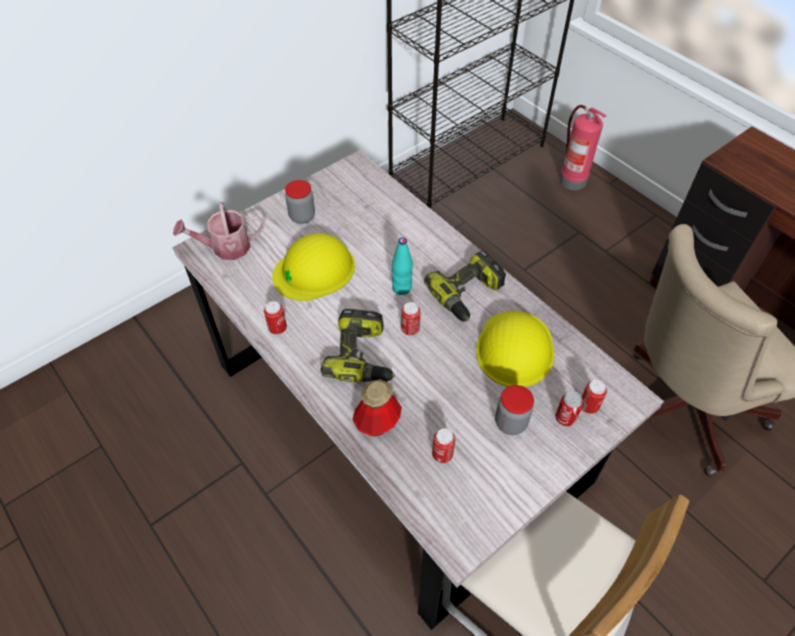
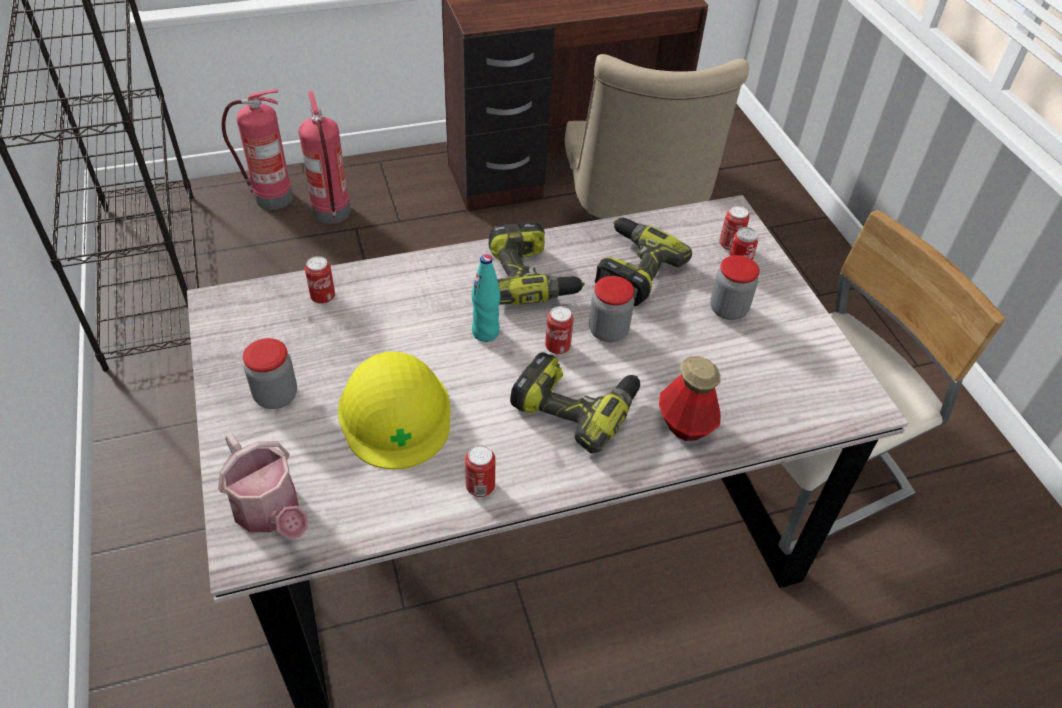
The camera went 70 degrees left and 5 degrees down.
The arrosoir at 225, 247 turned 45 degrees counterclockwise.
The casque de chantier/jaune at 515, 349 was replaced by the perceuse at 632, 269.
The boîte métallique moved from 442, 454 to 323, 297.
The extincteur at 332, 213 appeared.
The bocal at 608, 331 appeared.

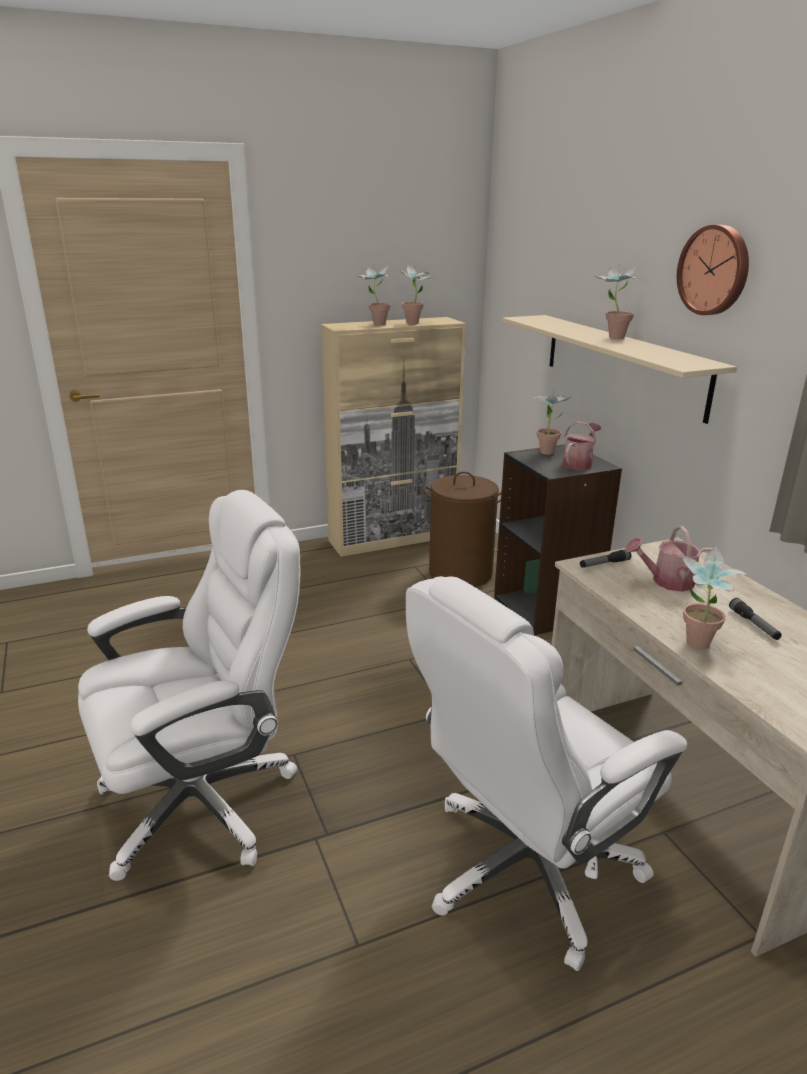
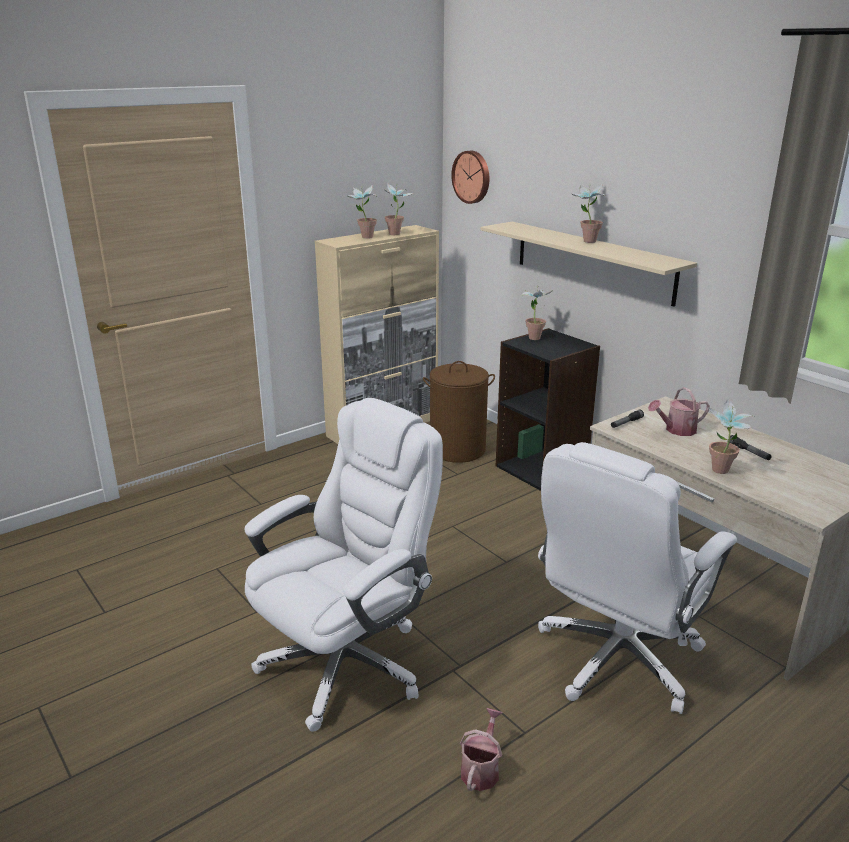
The camera went 15 degrees left and 0 degrees up.
The horloge murale moved from 715, 270 to 472, 177.
The arrosoir moved from 579, 463 to 481, 769.

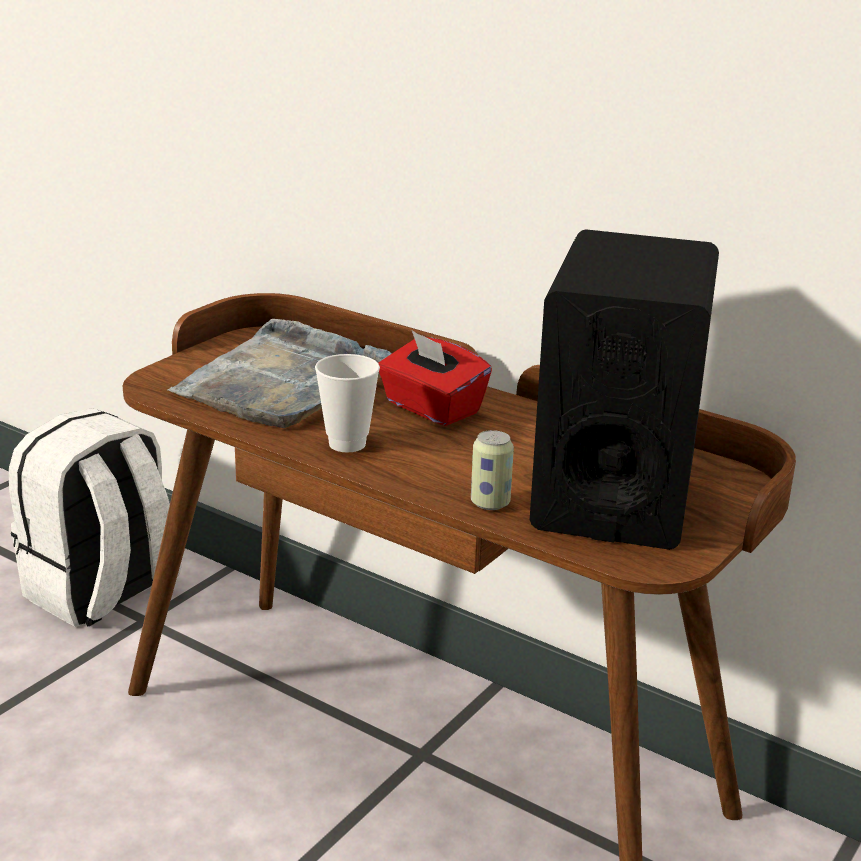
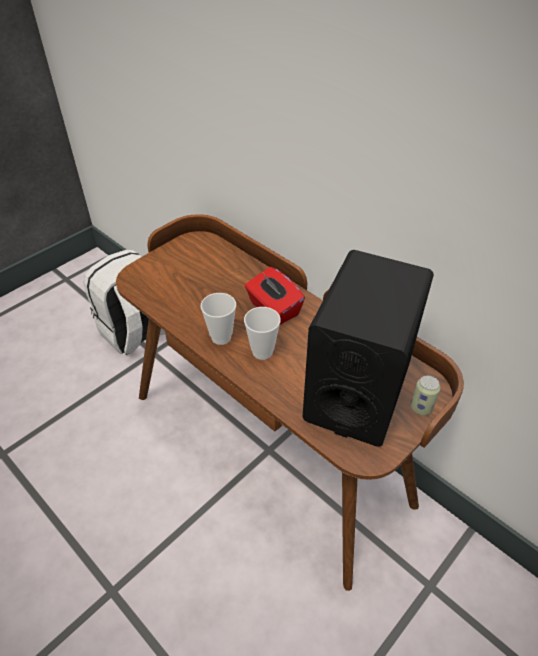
The camera went 10 degrees right and 20 degrees up.
The plateau/gris at 284, 382 disappeared.
The boîte métallique moved from 490, 503 to 421, 408.
The tasse at 262, 352 appeared.

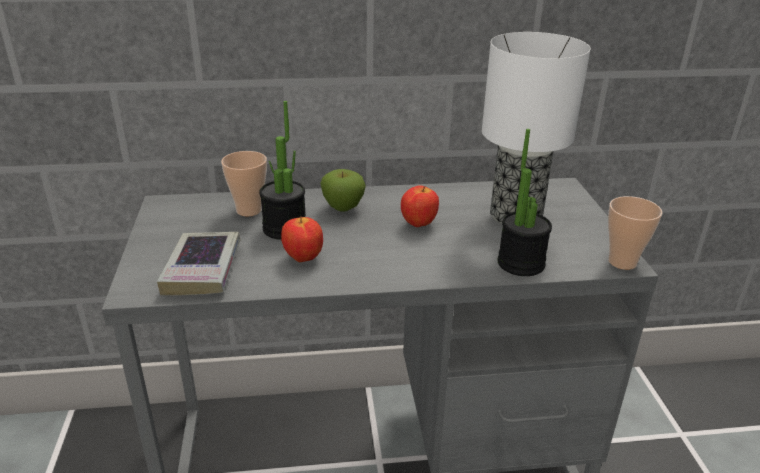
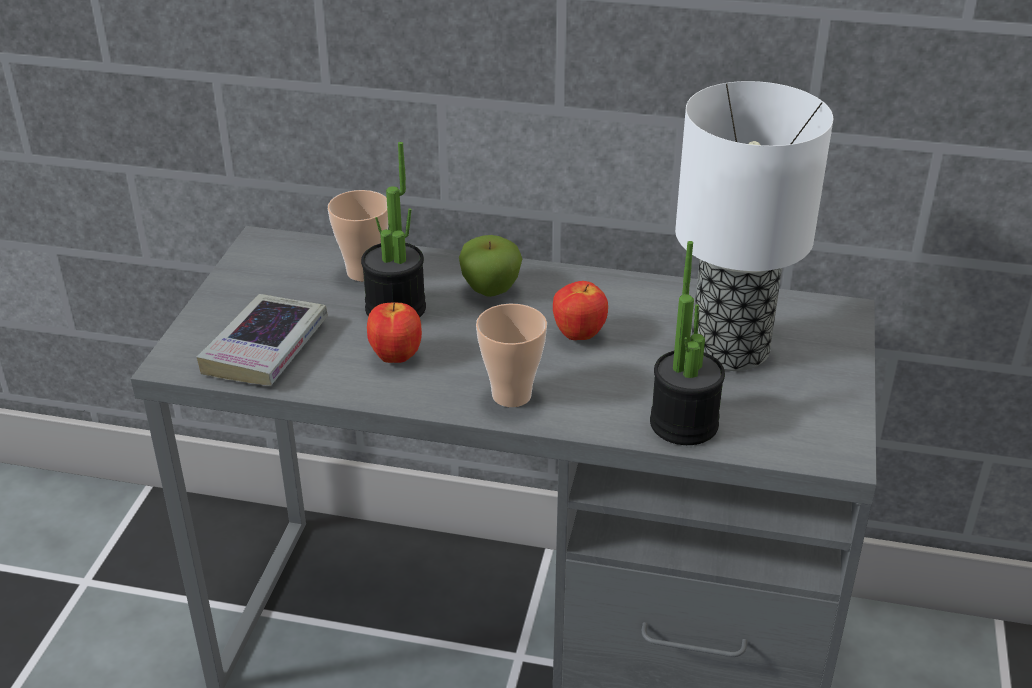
The camera went 20 degrees right and 5 degrees up.
The tasse moved from 622, 262 to 511, 395.

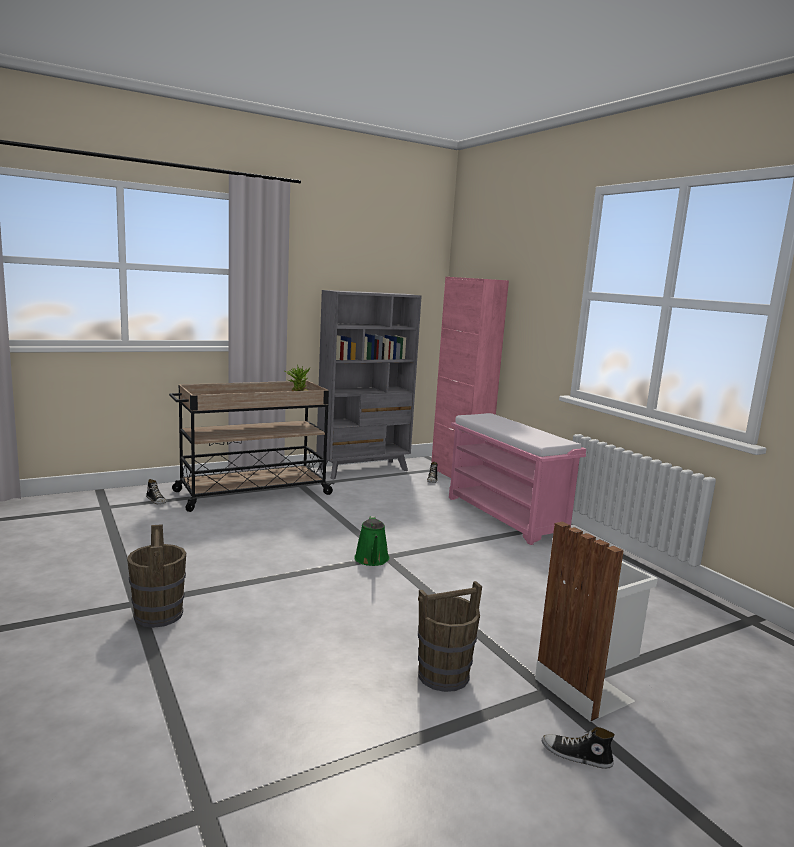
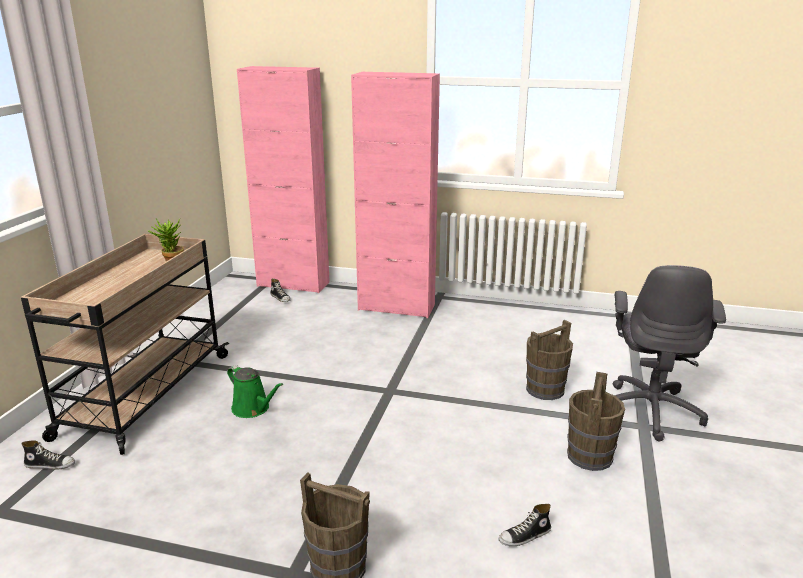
The camera went 45 degrees left and 10 degrees up.
The bibliothèque/gris at 364, 470 disappeared.
The banc/rose at 506, 516 was replaced by the meuble de rangement/rose at 396, 307.
The arrosoir/vert moved from 372, 560 to 253, 409.
The poubelle/blanc at 586, 688 was replaced by the chaise de bureau/gris at 651, 410.
The chaussure moved from 576, 756 to 525, 536.
The seau/marron at 544, 390 appeared.

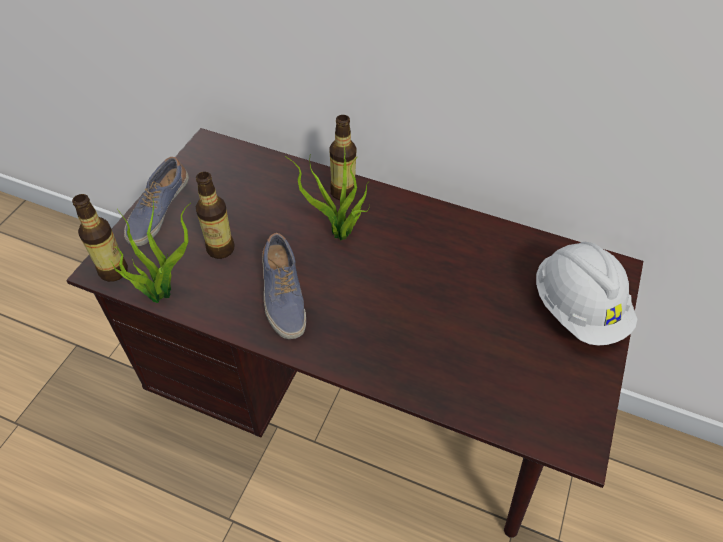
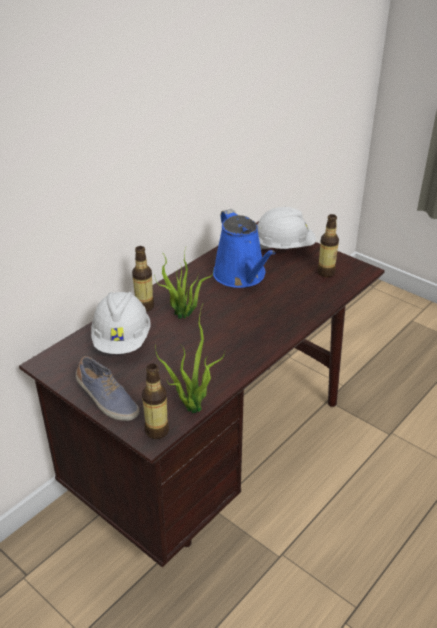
The camera went 70 degrees left and 15 degrees down.
The bouteille moved from 220, 249 to 326, 272.
The chaussure at 282, 296 disappeared.
The arrosoir/bleu at 241, 276 appeared.
The casque de chantier/blanc at 122, 340 appeared.

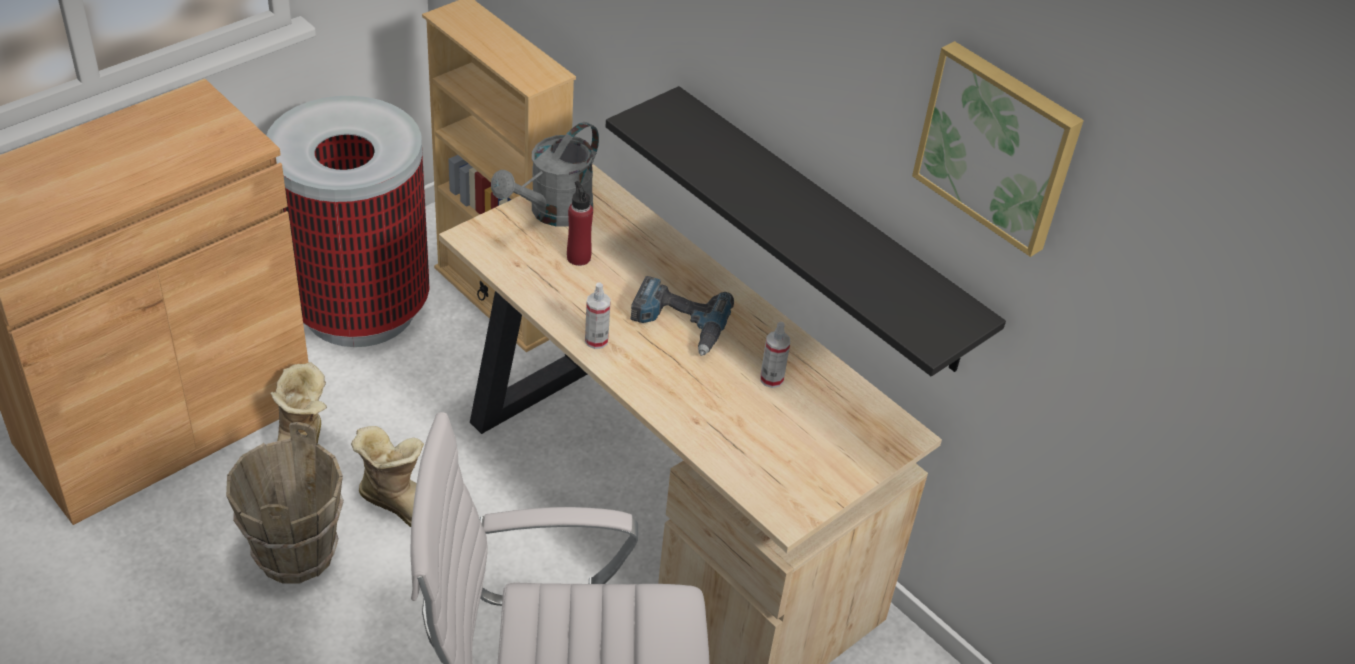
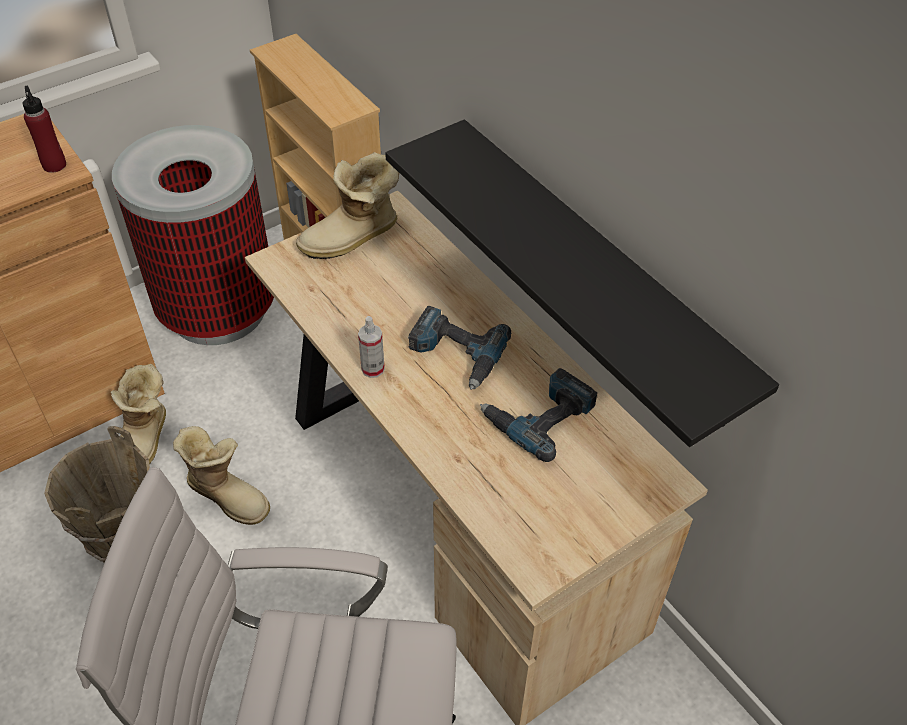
The camera went 10 degrees right and 5 degrees up.
The tableau at 999, 146 disappeared.
The arrosoir/gris at 553, 213 was replaced by the botte at 354, 239.
The bouteille/rouge moved from 578, 257 to 54, 165.
The vaporisateur at 771, 379 was replaced by the perceuse at 539, 416.

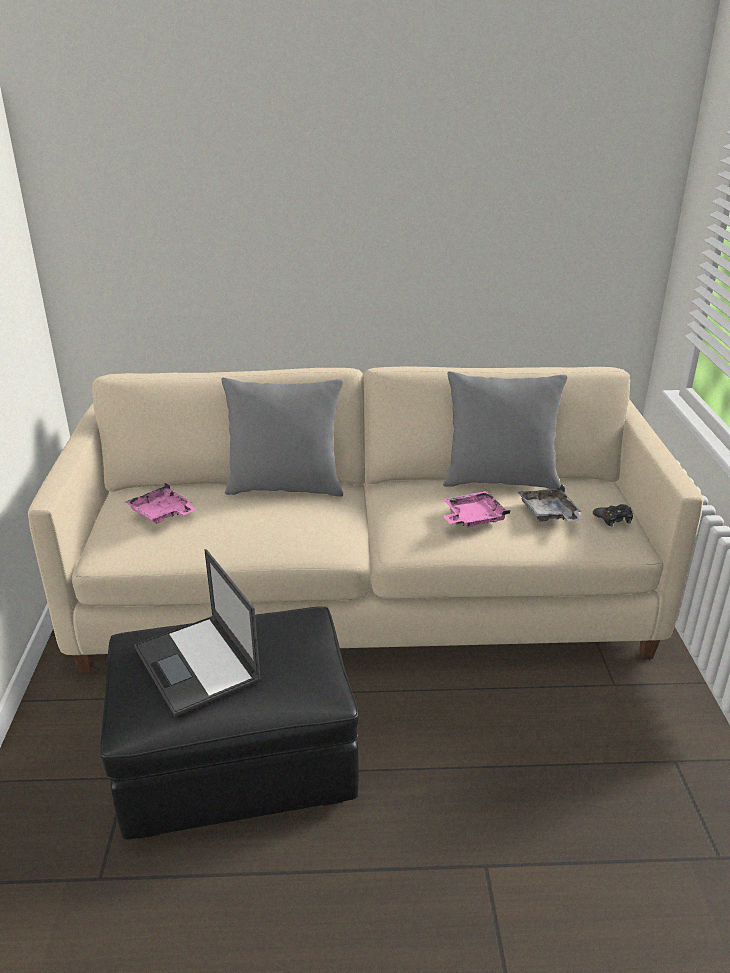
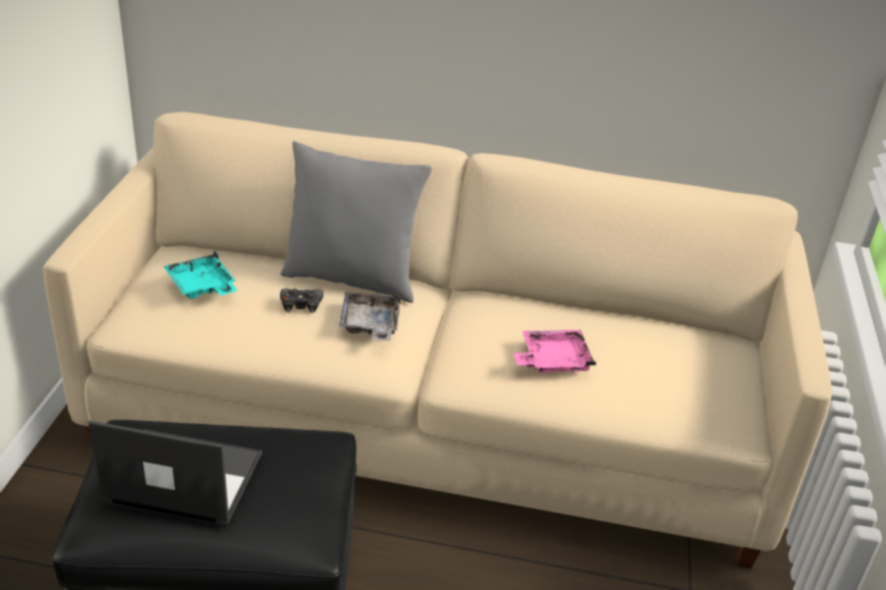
The camera went 10 degrees right and 5 degrees up.
The coussin/gris at 500, 480 disappeared.
The plateau/rose at 162, 513 became the plateau/turquoise at 202, 287.
The plateau/gris moved from 549, 514 to 370, 325.
The manette/noir moved from 614, 519 to 301, 305.
The ordinateur portable at 198, 665 turned 120 degrees clockwise.

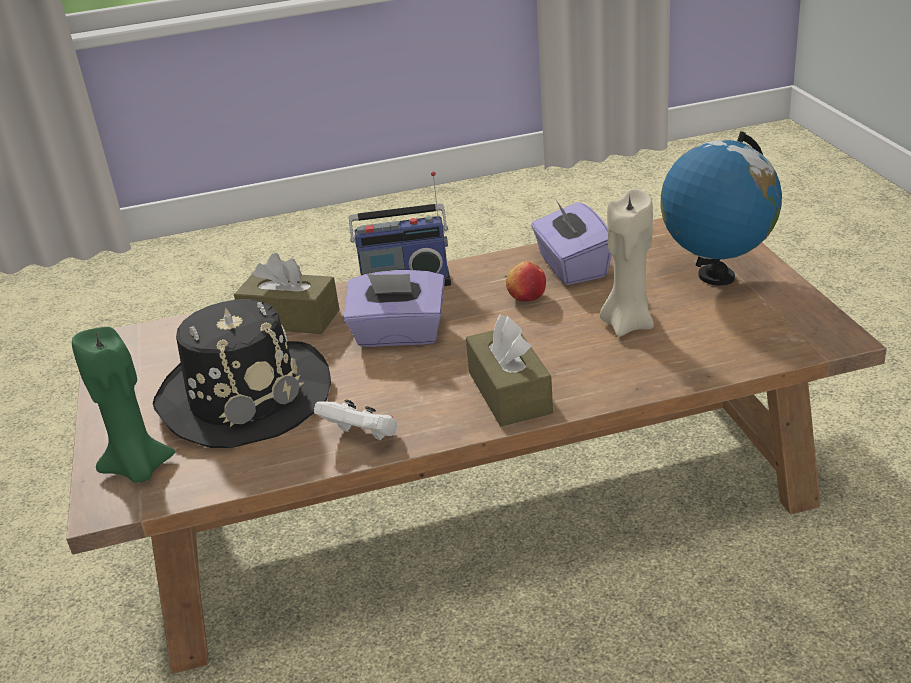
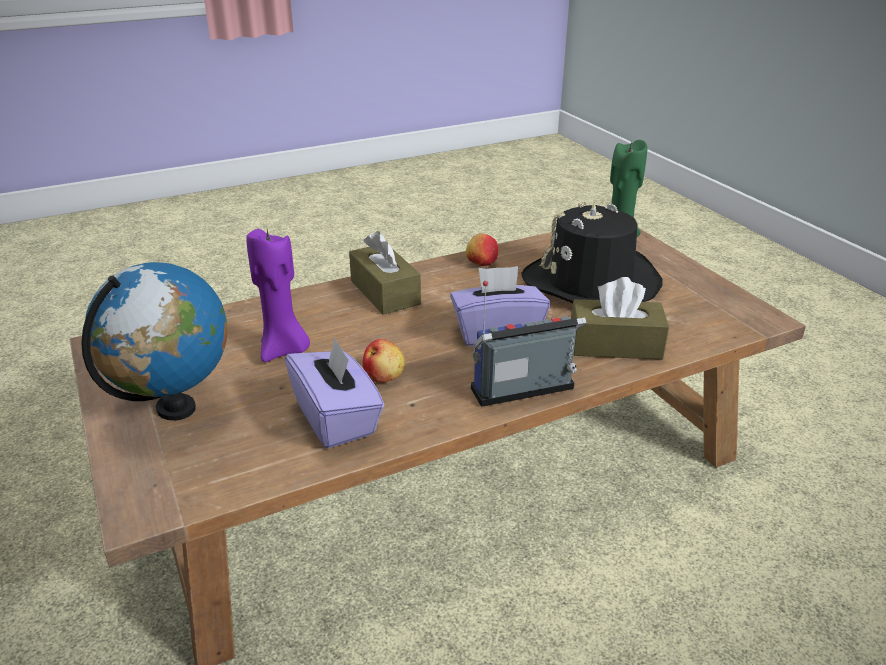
The camera went 165 degrees right and 0 degrees up.
The bougie/beige at 628, 324 became the bougie/violet at 284, 350.
The manette/blanc at 362, 437 was replaced by the pomme at 481, 263.

